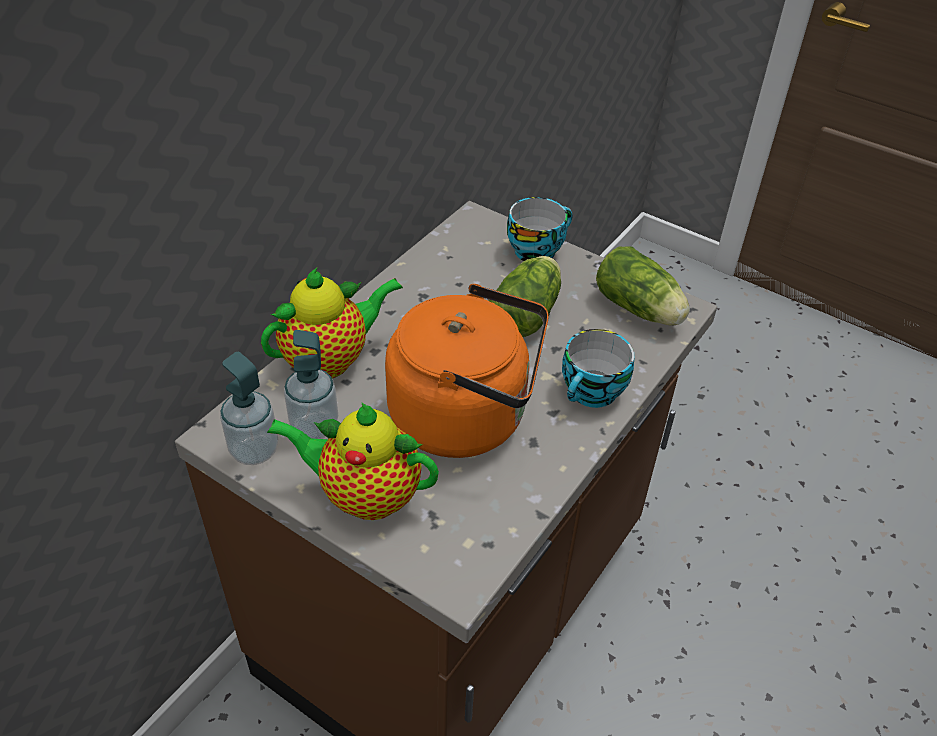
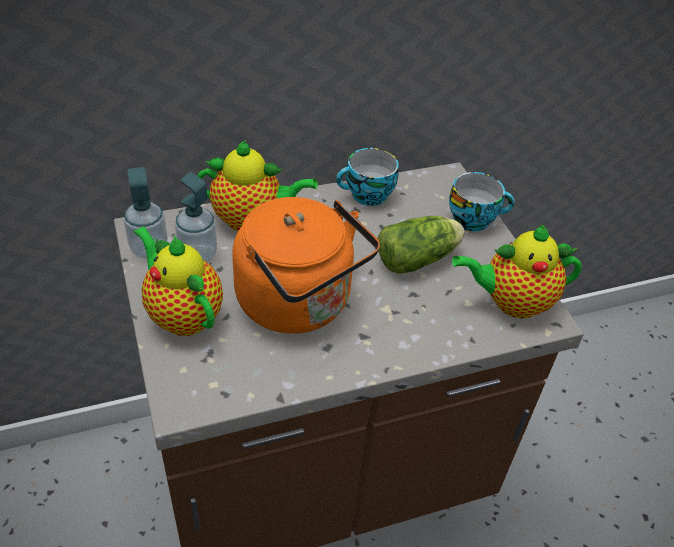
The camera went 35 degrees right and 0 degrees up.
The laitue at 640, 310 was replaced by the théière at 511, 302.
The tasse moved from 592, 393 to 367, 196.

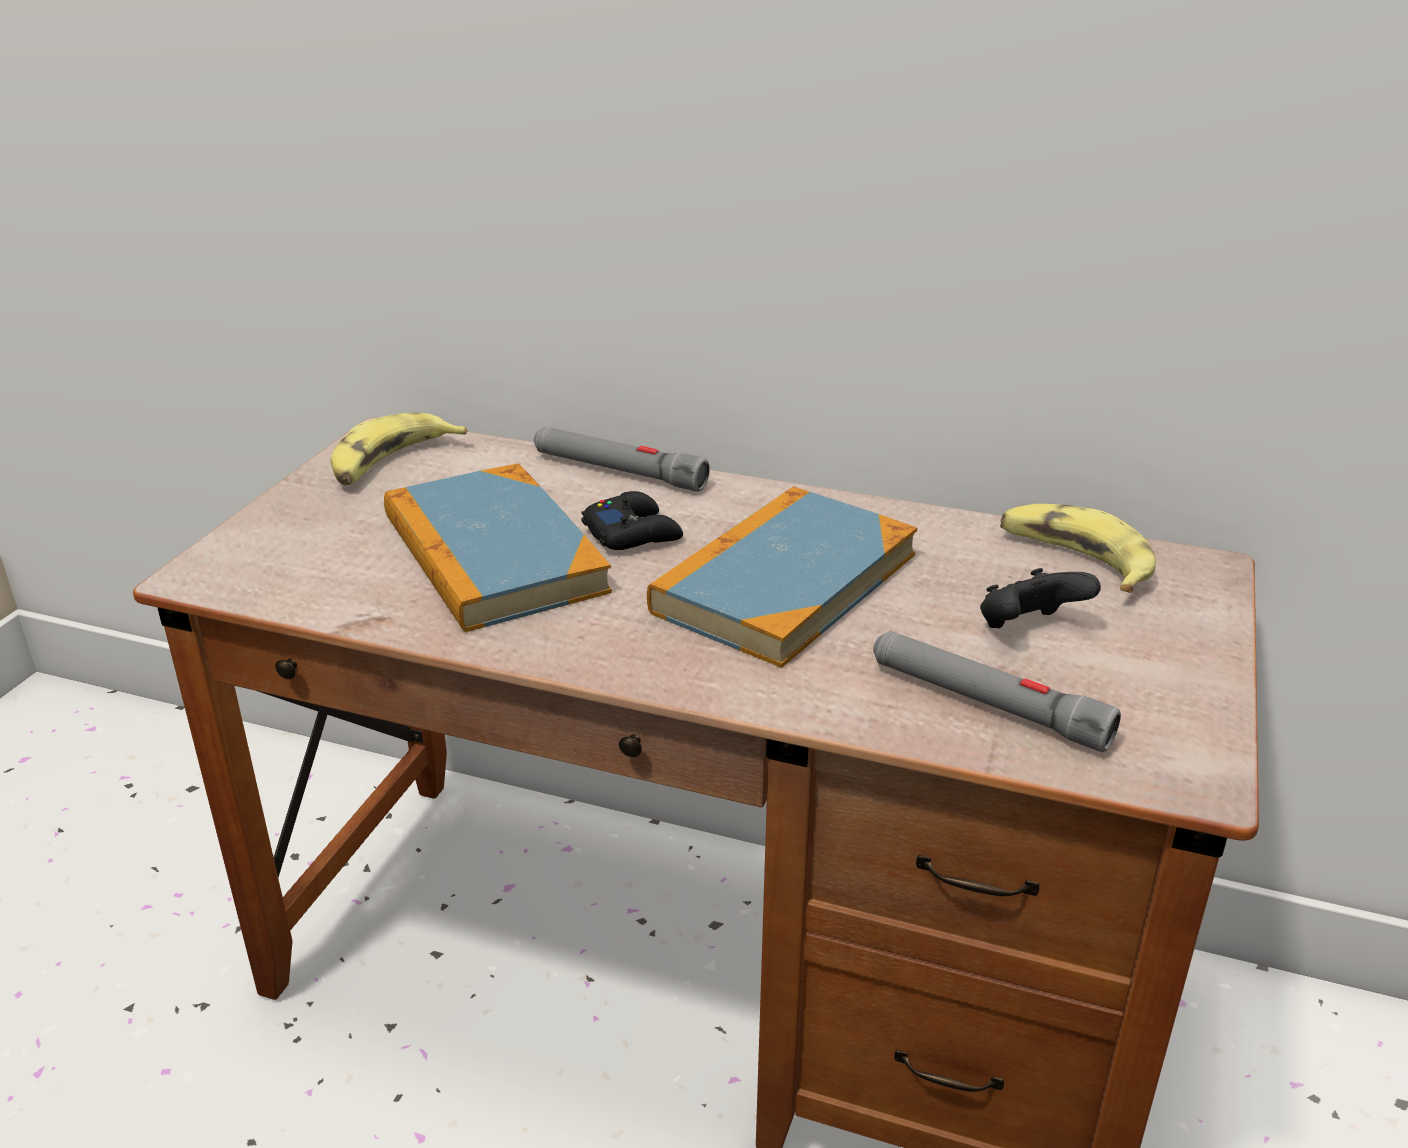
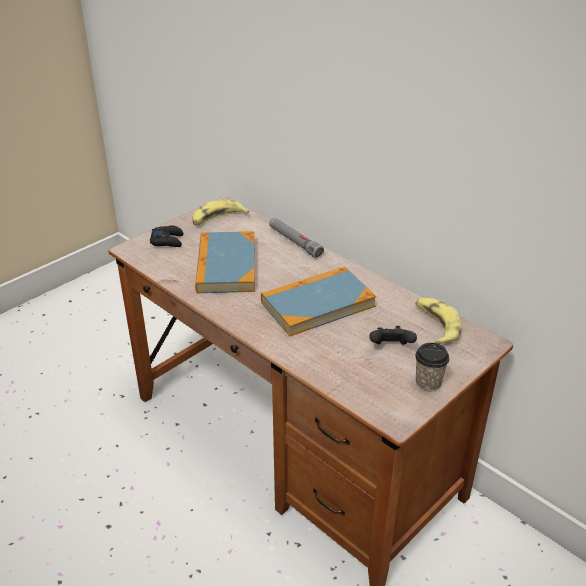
The camera went 25 degrees right and 5 degrees up.
The manette/noir moved from 632, 533 to 167, 240.
The lampe de poche/gris at 987, 704 disappeared.
The tasse at 428, 383 appeared.

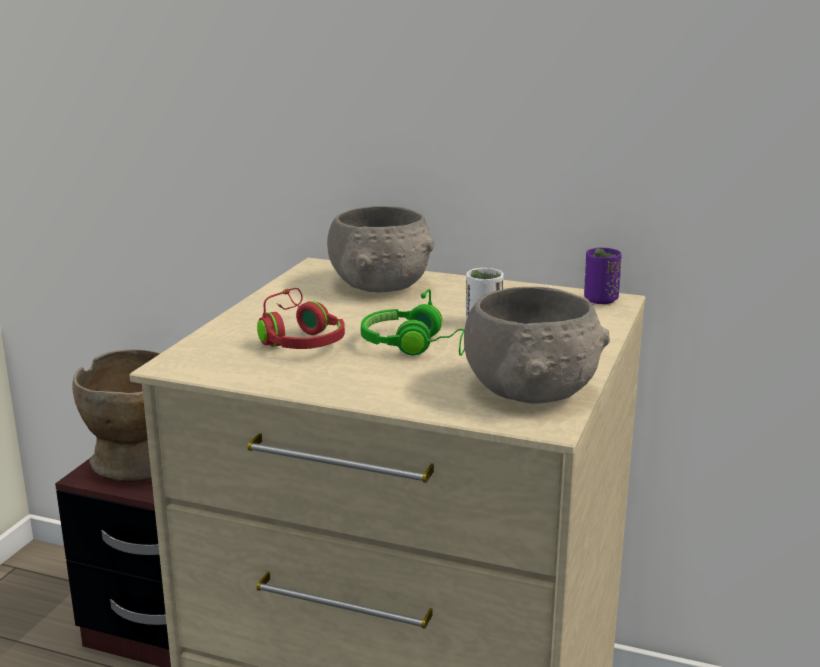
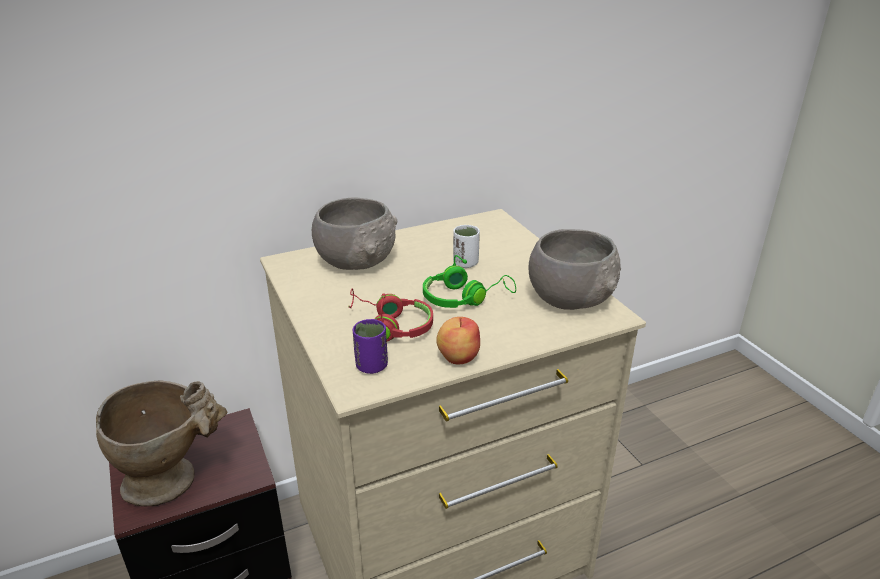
The camera went 45 degrees left and 10 degrees up.
The tasse/violet moved from 600, 300 to 371, 366.
The pomme at 458, 357 appeared.

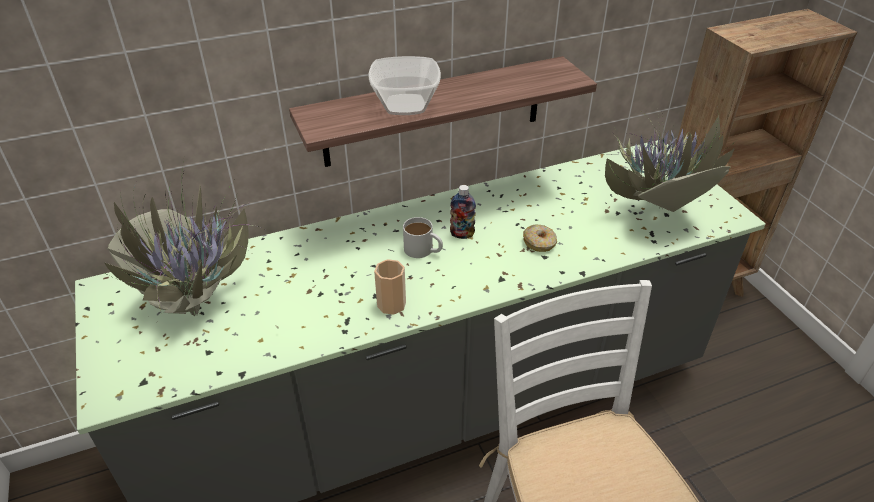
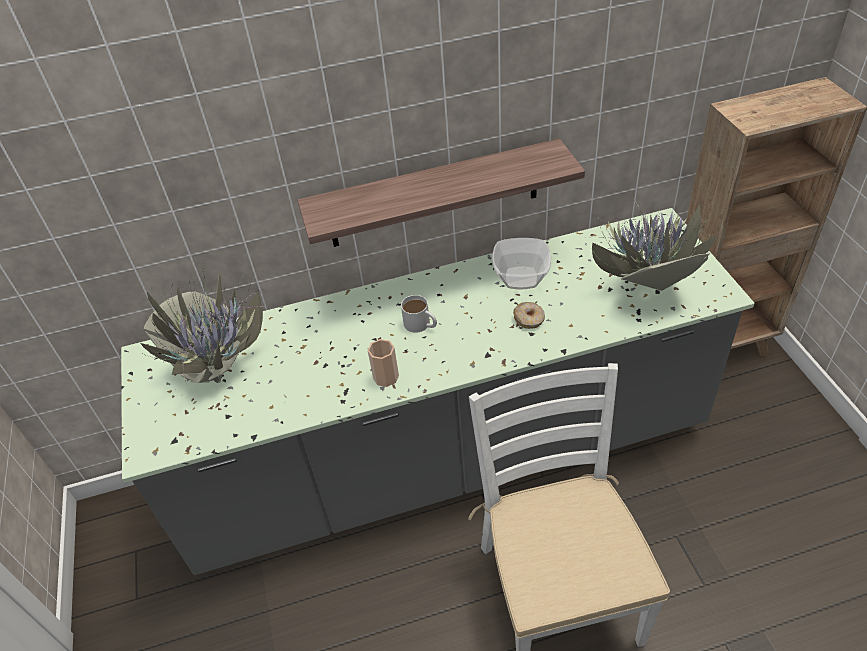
The camera went 10 degrees right and 5 degrees up.
The bol moved from 404, 106 to 520, 279.
The bouteille at 462, 234 disappeared.

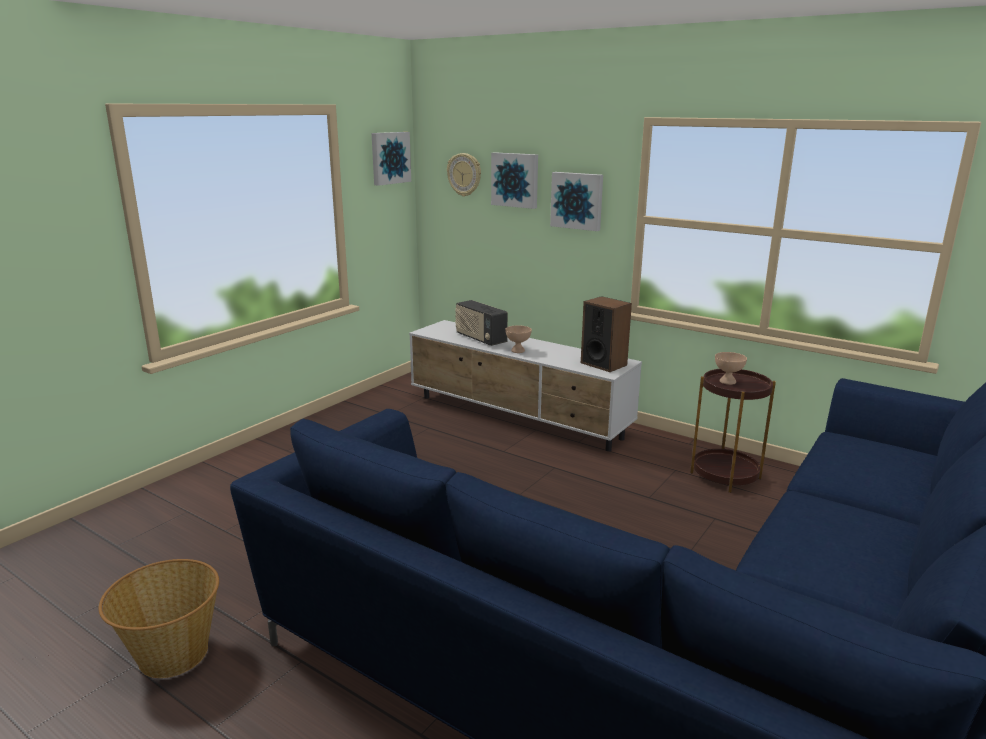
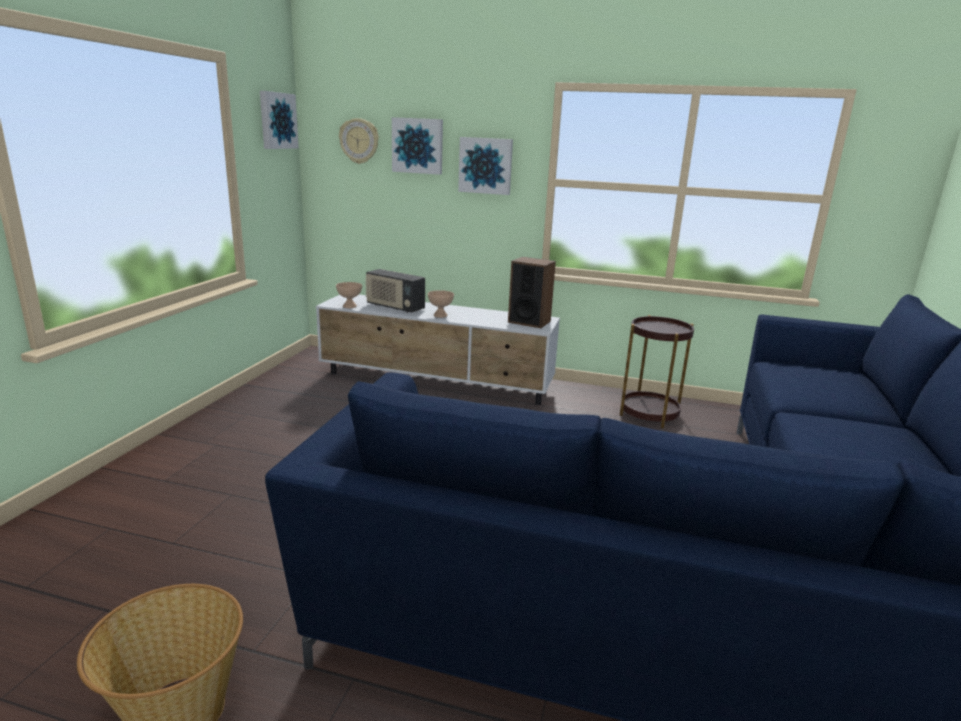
The camera went 20 degrees left and 0 degrees up.
The bol/beige moved from 727, 381 to 349, 306.

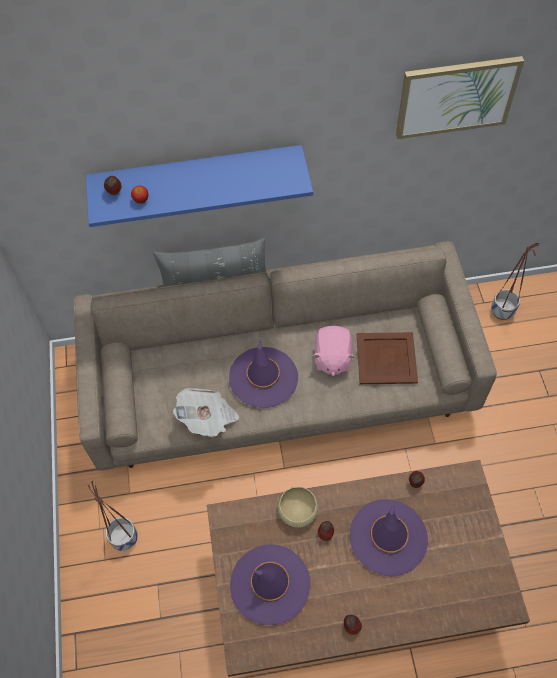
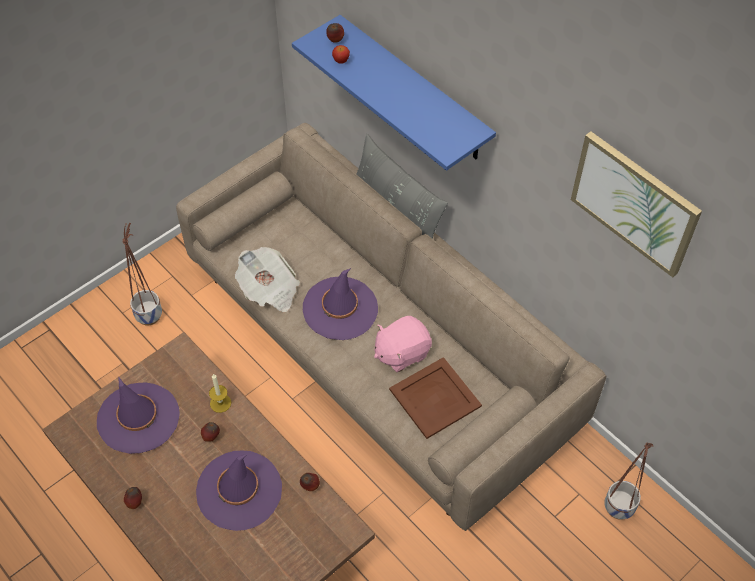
The camera went 55 degrees right and 5 degrees down.
The bol/beige at 297, 510 was replaced by the bougie at 220, 403.

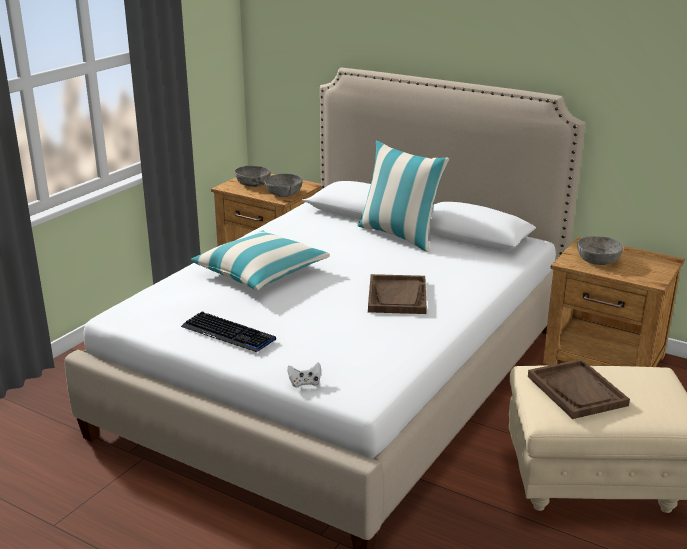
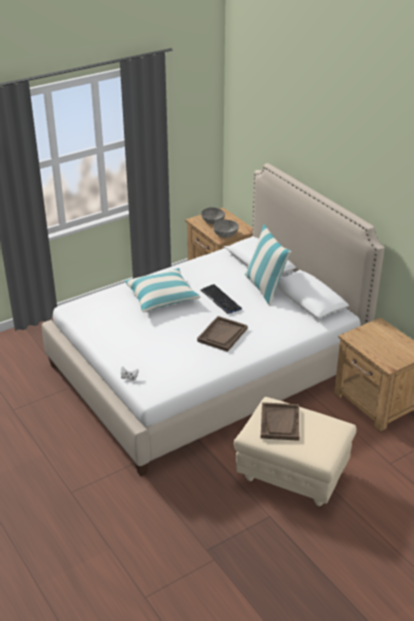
The camera went 25 degrees right and 10 degrees up.
The bol/gris at 597, 260 disappeared.
The clavier moved from 228, 333 to 221, 300.

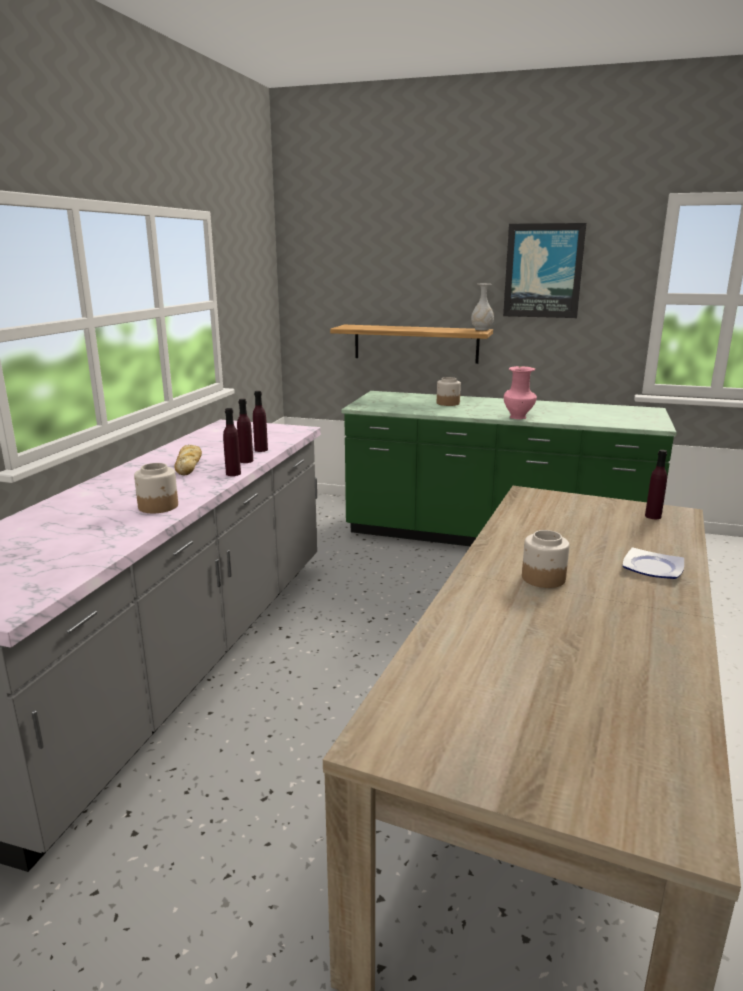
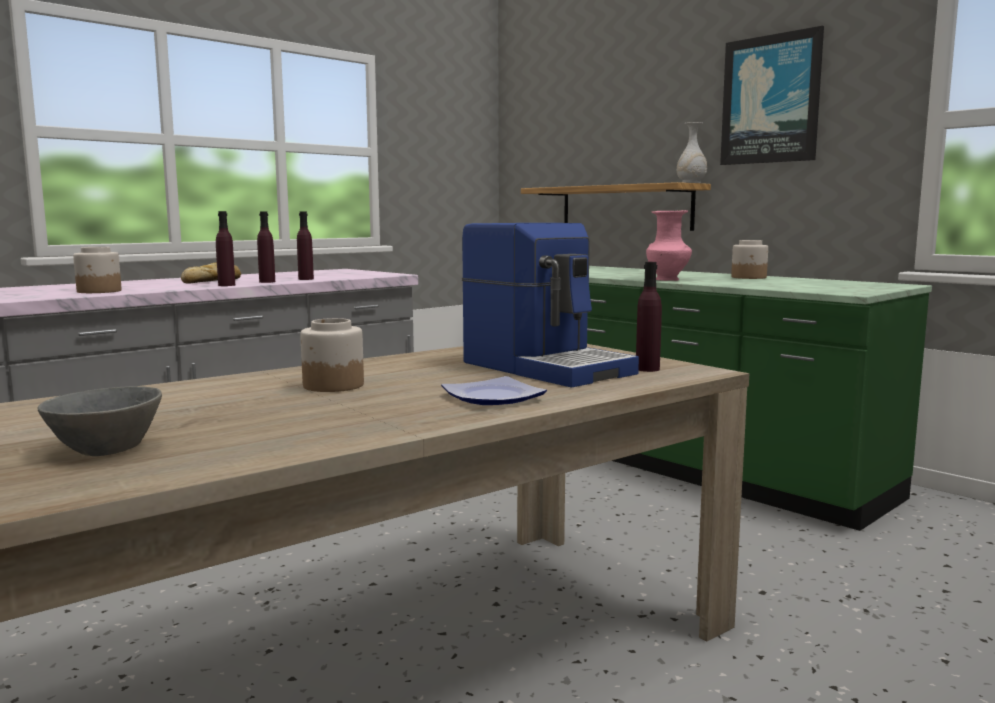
The camera went 30 degrees right and 10 degrees down.
The bocal moved from 448, 403 to 749, 277.
The machine à café at 547, 367 appeared.
The bol/gris at 104, 449 appeared.

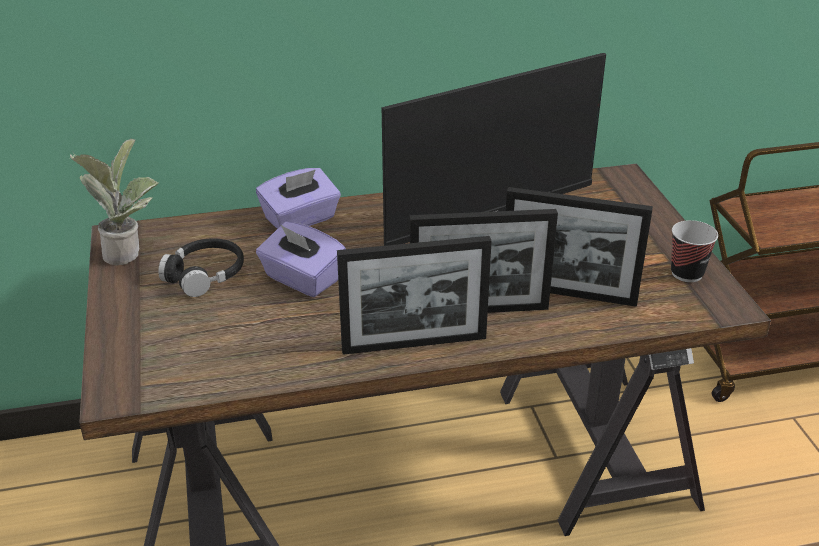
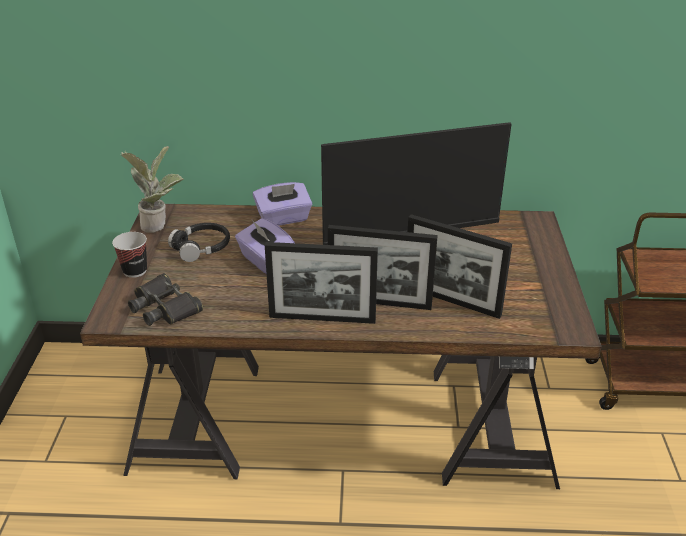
The camera went 15 degrees right and 0 degrees up.
The tasse moved from 687, 273 to 135, 271.
The jumelles/noir at 164, 307 appeared.

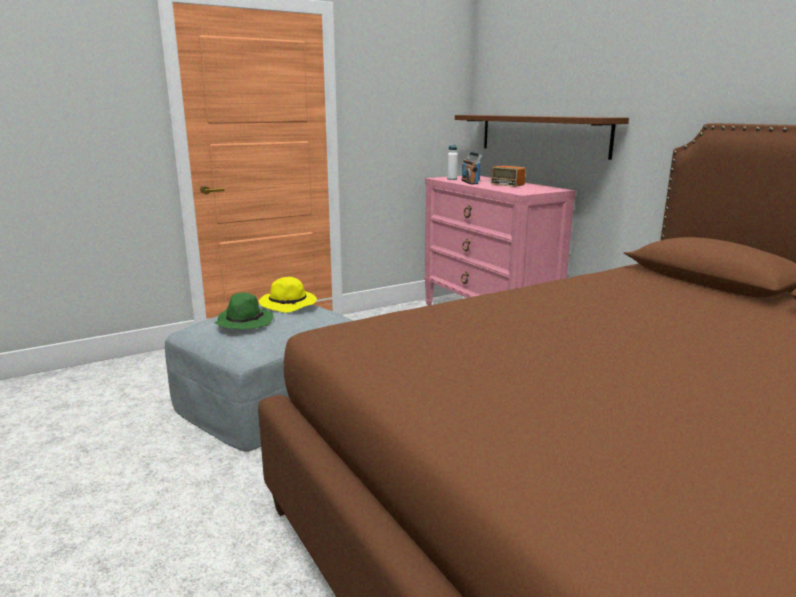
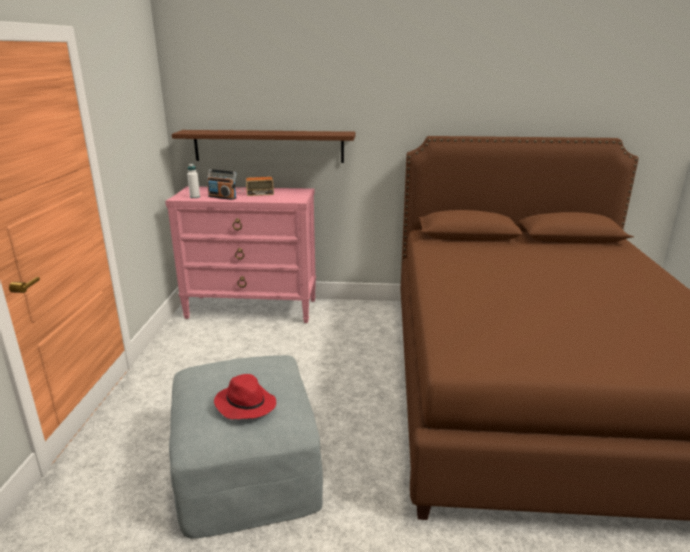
The camera went 55 degrees left and 5 degrees up.
The chapeau/jaune at 289, 304 disappeared.
The chapeau/vert at 244, 322 became the chapeau/rouge at 245, 404.

